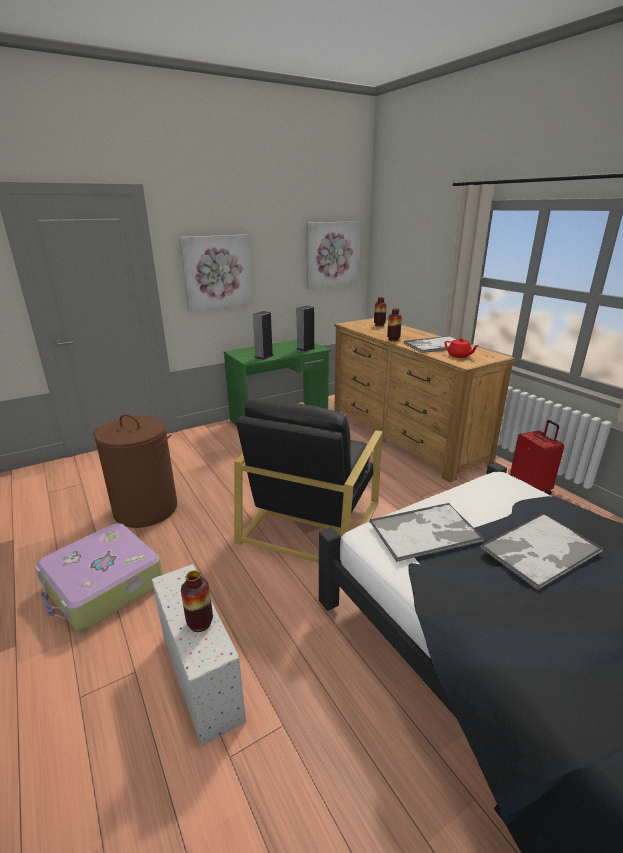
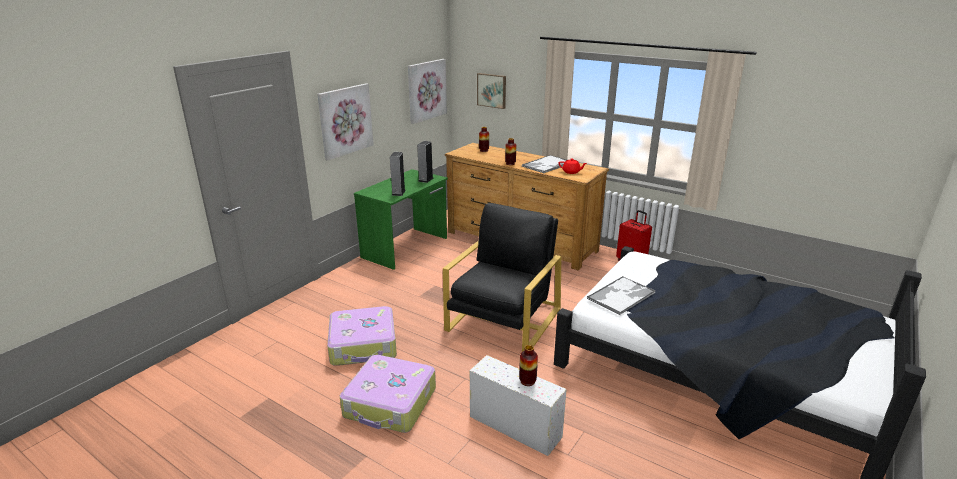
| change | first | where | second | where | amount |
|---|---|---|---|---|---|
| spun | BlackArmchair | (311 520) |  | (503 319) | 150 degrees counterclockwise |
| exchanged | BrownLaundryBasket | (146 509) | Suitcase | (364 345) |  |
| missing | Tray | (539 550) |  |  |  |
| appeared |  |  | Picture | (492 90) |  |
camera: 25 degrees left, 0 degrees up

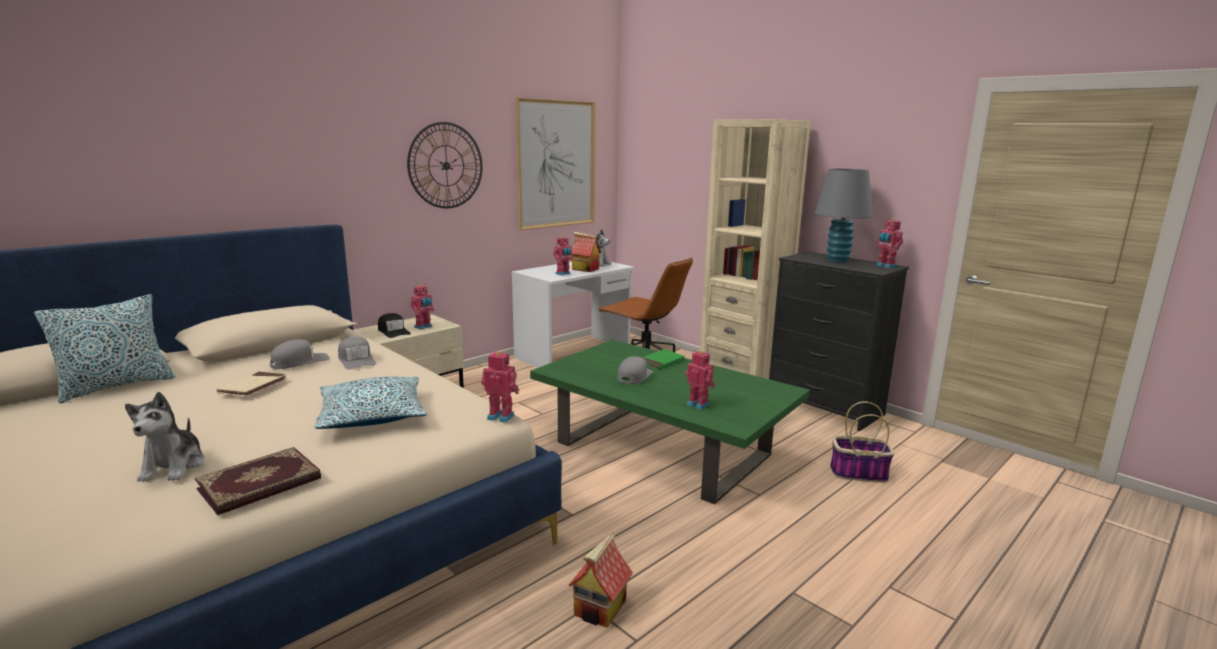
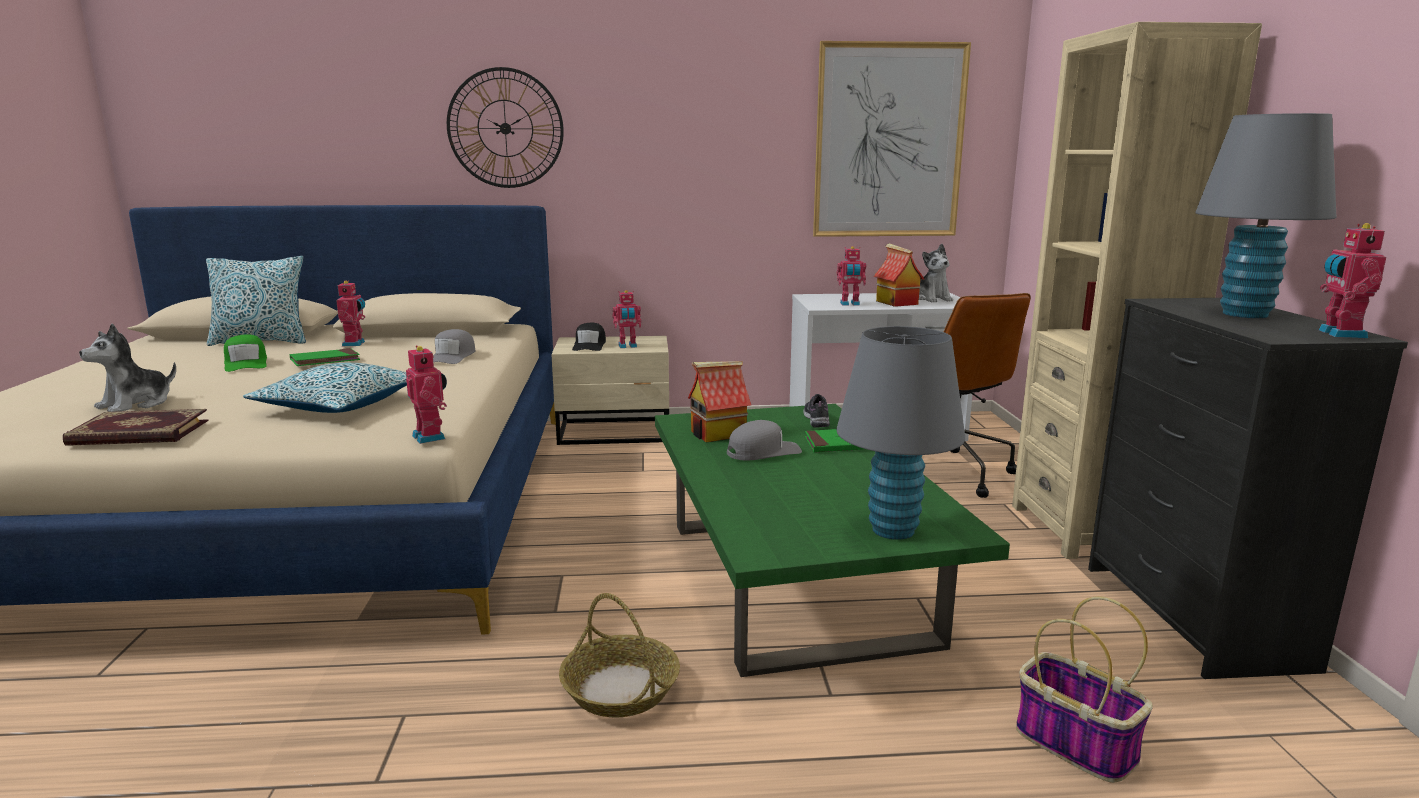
| change | first | where | second | where | amount |
|---|---|---|---|---|---|
| relocated | WallClock | (446 165) |  | (505 128) |  |
| missing | GreyCap | (299 362) |  |  |  |
| relocated | ToyRobot | (699 404) |  | (355 344) |  |
| colour | BeigeBook | (253 387) | GreenBook | (325 361) |  |
| relocated | ToyHouse | (600 608) |  | (718 434) |  |
| appeared |  |  | GreyTableLamp | (892 530) |  |
| appeared |  |  | GreenCap | (246 363) |  |
| appeared |  |  | Shoe | (816 420) |  |
| appeared |  |  | Basket | (619 689) |  |
camera: 40 degrees right, 0 degrees up

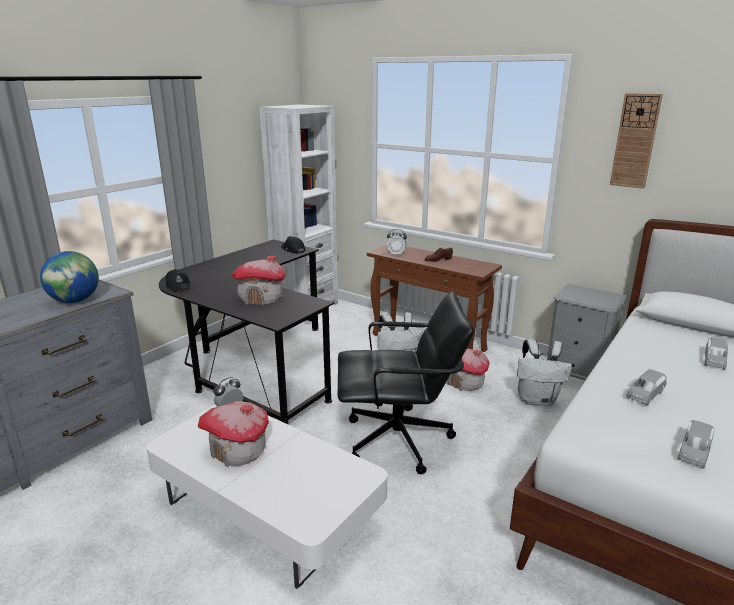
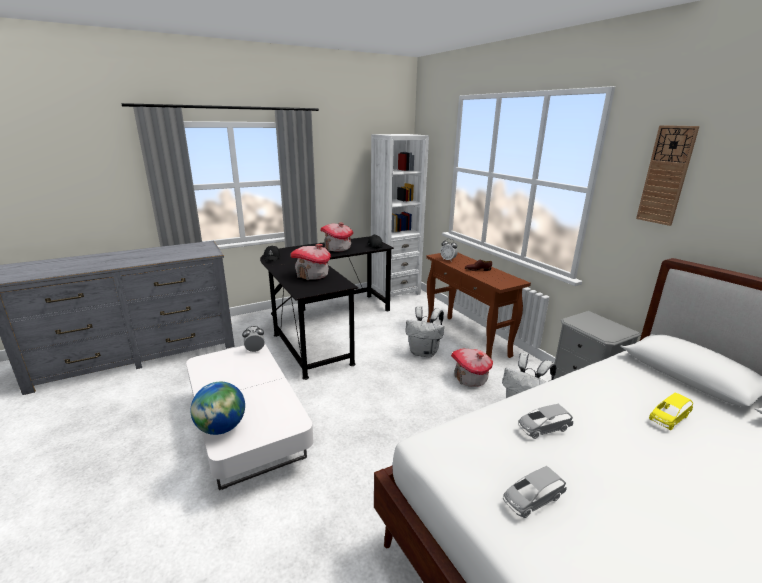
| change | first | where | second | where | amount |
|---|---|---|---|---|---|
| relocated | Globe | (75 301) |  | (221 428) |  |
| missing | BlackOfficeChair | (399 440) |  |  |  |
| colour | GreyToyCar | (714 361) | YellowToyCar | (668 418) |  |
| relocated | ToyHouse | (238 451) |  | (337 248) |  |
camera: 25 degrees right, 0 degrees up

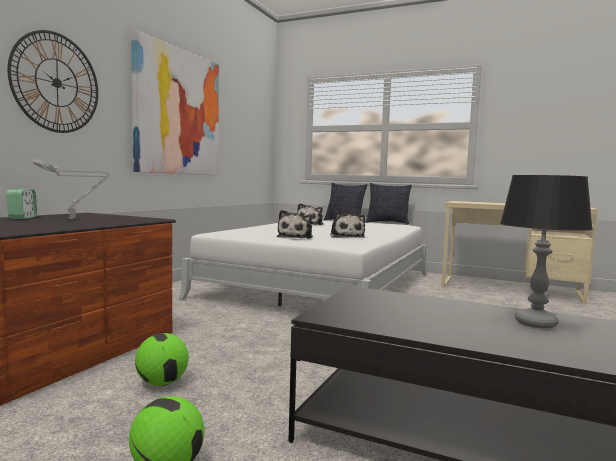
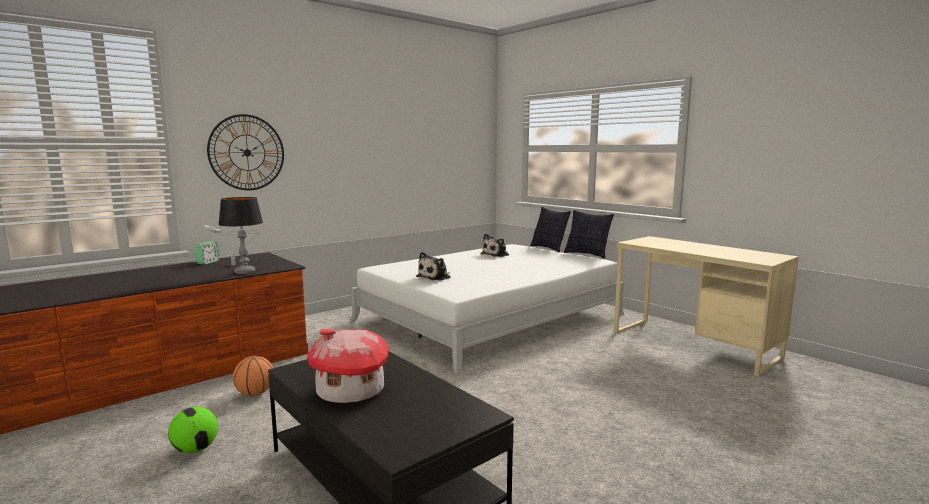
| change | first | where | second | where | amount |
|---|---|---|---|---|---|
| missing | Picture | (178 112) |  |  |  |
| relocated | TableLamp | (535 323) |  | (244 272) |  |
| missing | PlushToy | (346 237) |  |  |  |
| exchanged | Football | (162 383) | Basketball | (255 394) |  |
| appeared |  |  | ToyHouse | (350 392) |  |
camera: 25 degrees right, 5 degrees up

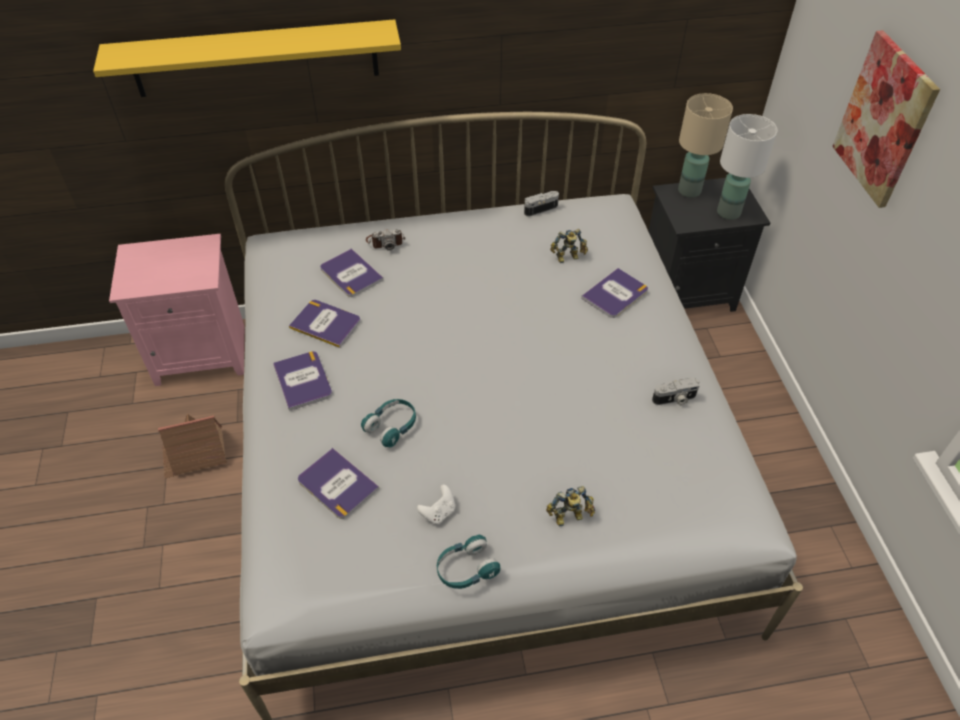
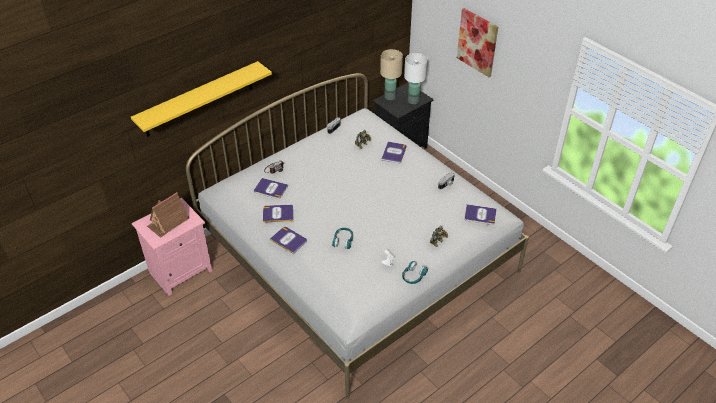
| change | first | where | second | where | amount |
|---|---|---|---|---|---|
| relocated | ToyHouse | (195 454) |  | (168 222) |  |
| relocated | Book | (337 484) |  | (480 215) |  |
camera: 30 degrees left, 5 degrees down

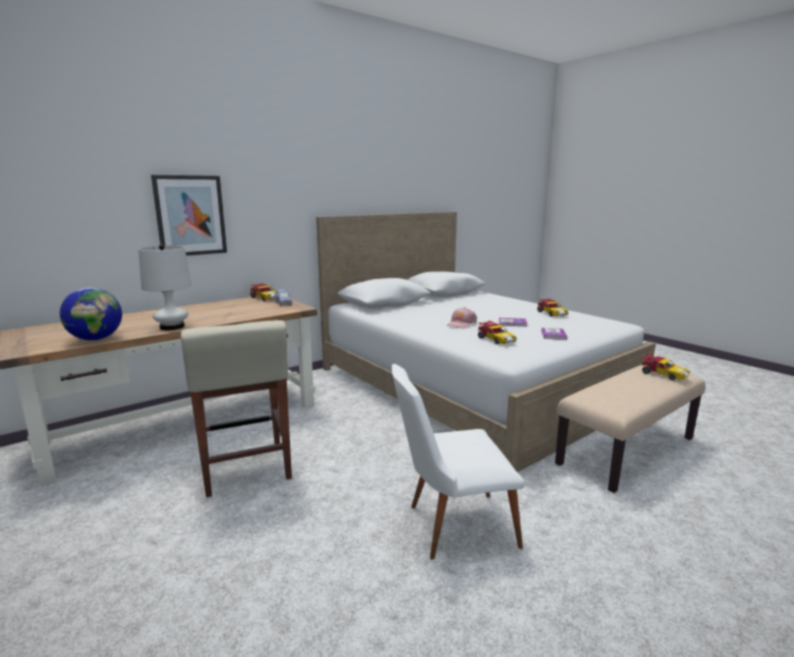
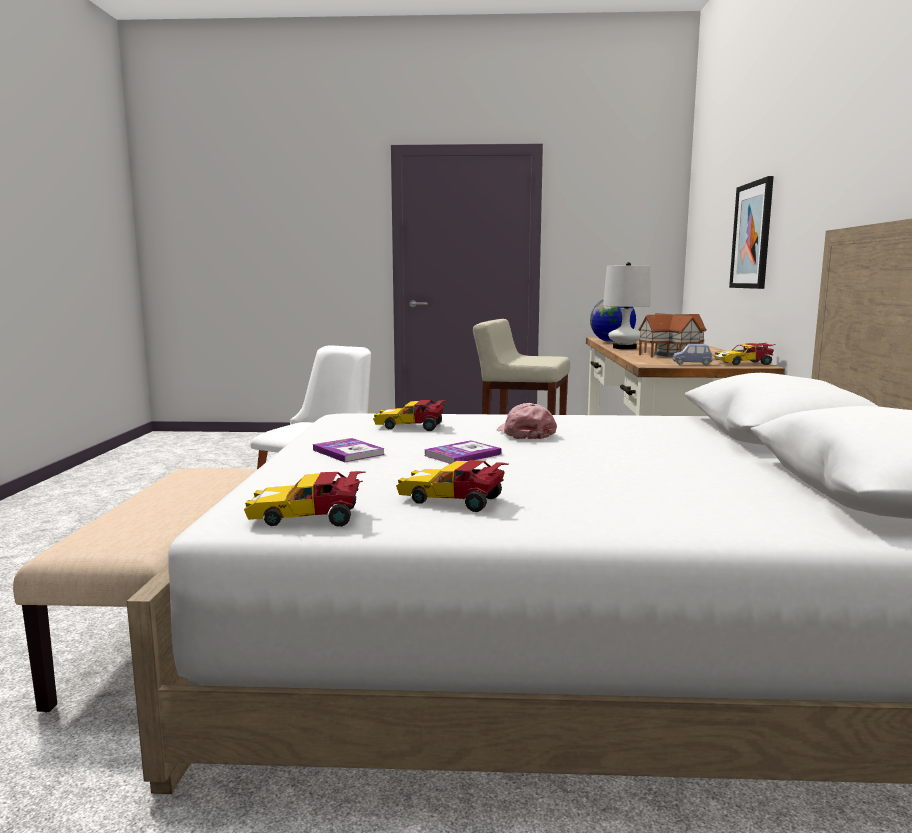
| change | first | where | second | where | amount |
|---|---|---|---|---|---|
| relocated | ToyCar | (662 374) |  | (309 517) |  |
| appeared |  |  | ToyHouse | (672 355) |  |
camera: 130 degrees right, 5 degrees down

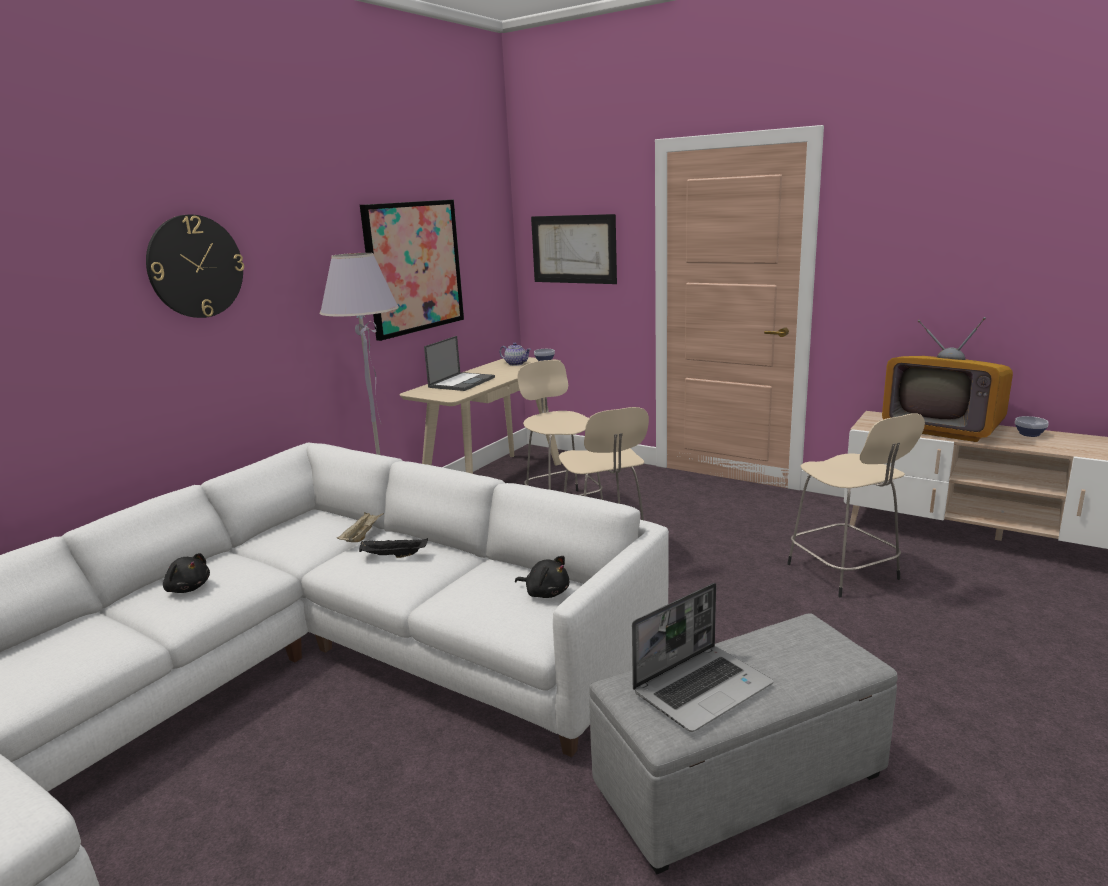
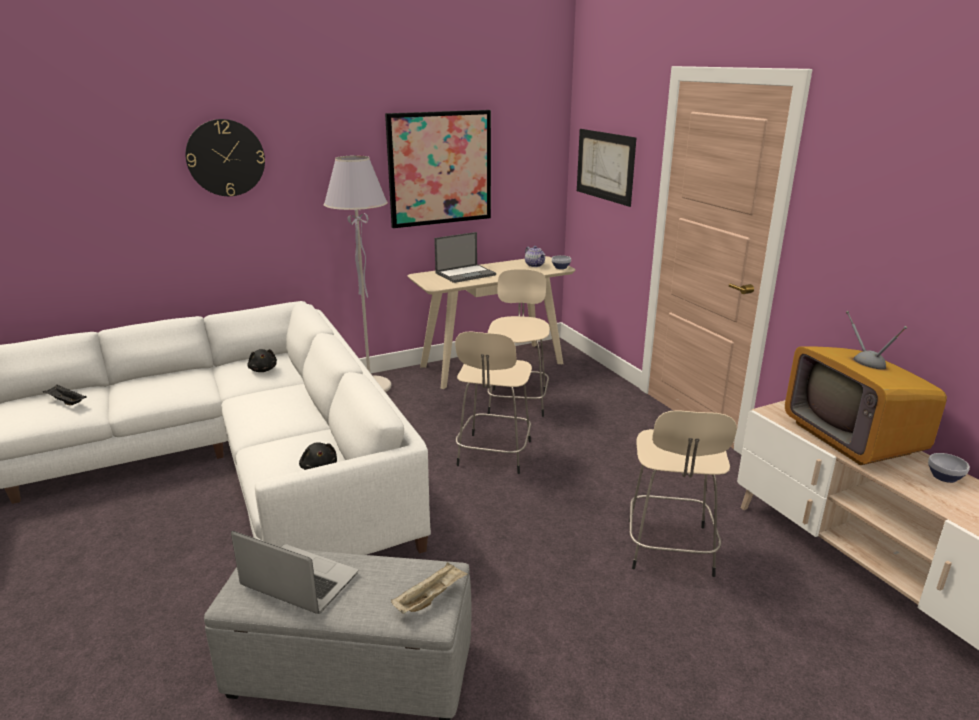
| change | first | where | second | where | amount |
|---|---|---|---|---|---|
| relocated | BeigeTray | (362 536) |  | (430 598) |  |
| relocated | BlackTray | (393 556) |  | (66 402) |  |
| relocated | BlackPlushToy | (188 588) |  | (263 370) |  |
| spun | Laptop | (702 688) |  | (298 581) | 150 degrees counterclockwise |
camera: 30 degrees right, 5 degrees up

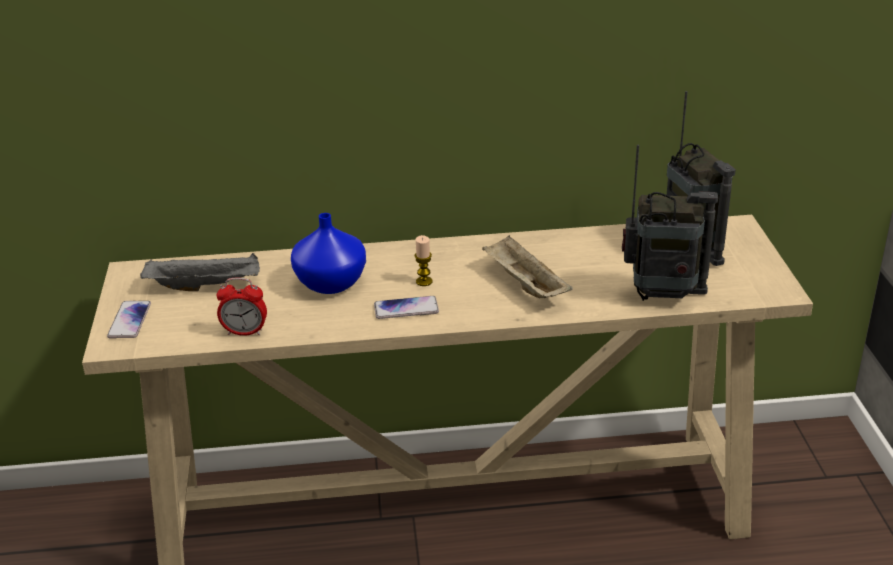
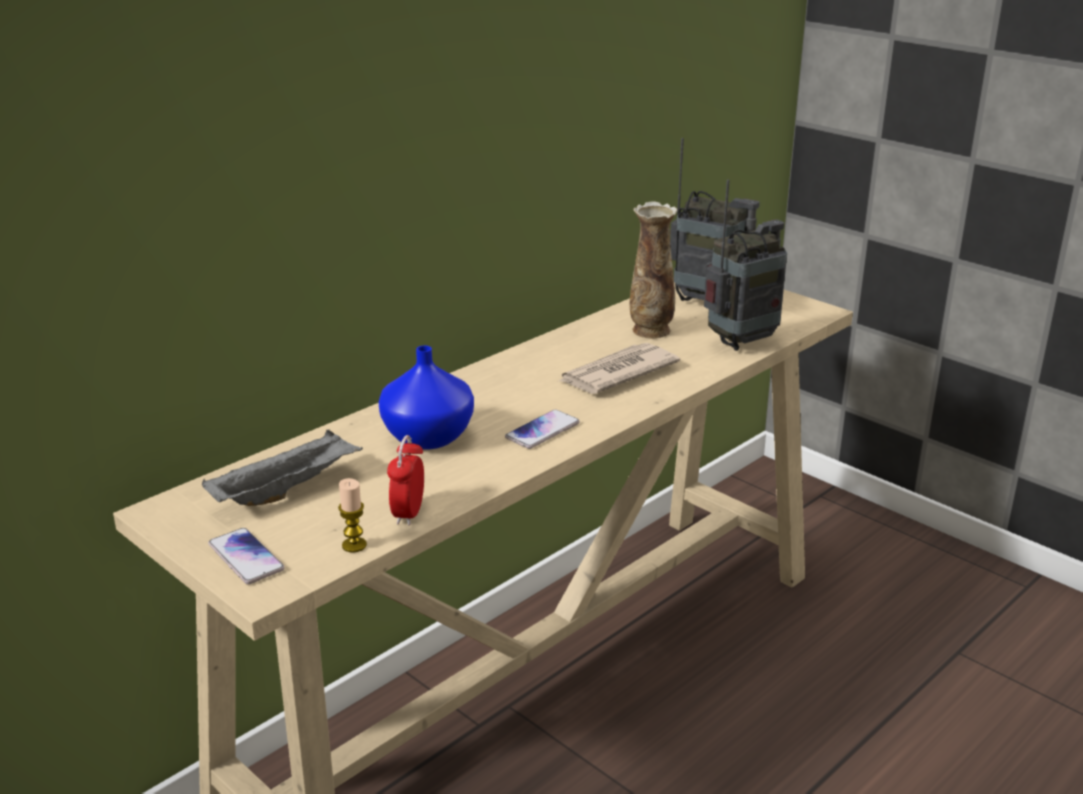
| change | first | where | second | where | amount |
|---|---|---|---|---|---|
| relocated | Candle | (424 281) |  | (354 545) |  |
| exchanged | BeigeTray | (524 284) | Newspaper | (616 373) |  |
| spun | AlarmClock | (245 332) |  | (408 513) | 135 degrees clockwise |
| appeared |  |  | Vase | (650 331) |  |
camera: 40 degrees left, 5 degrees down

